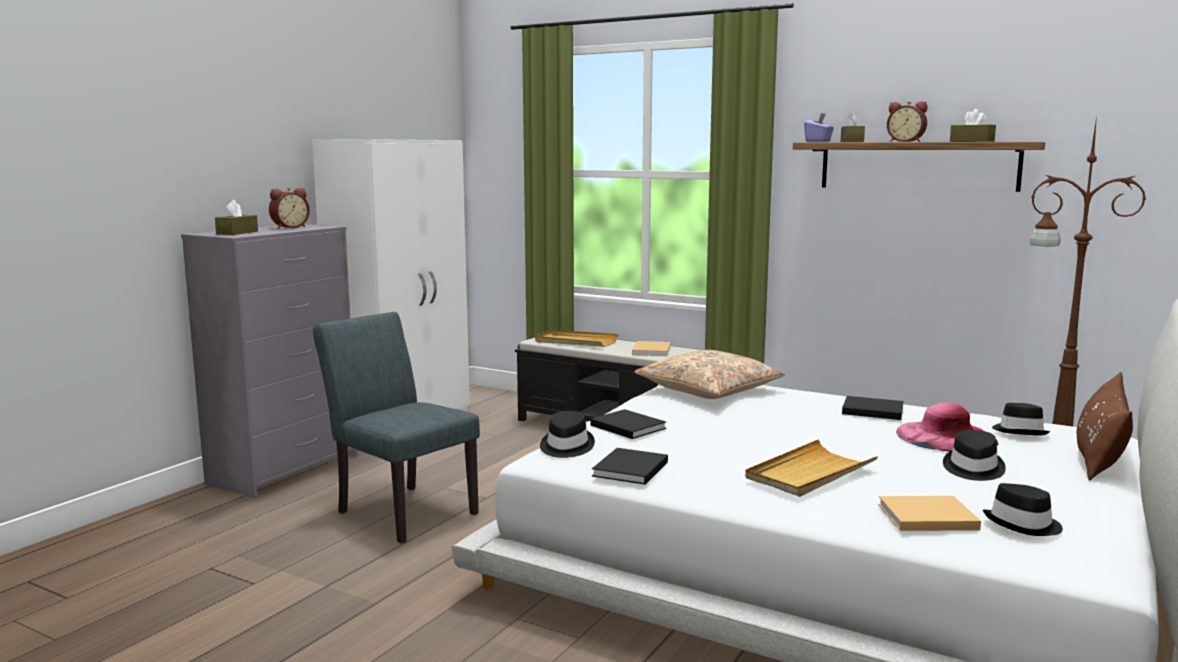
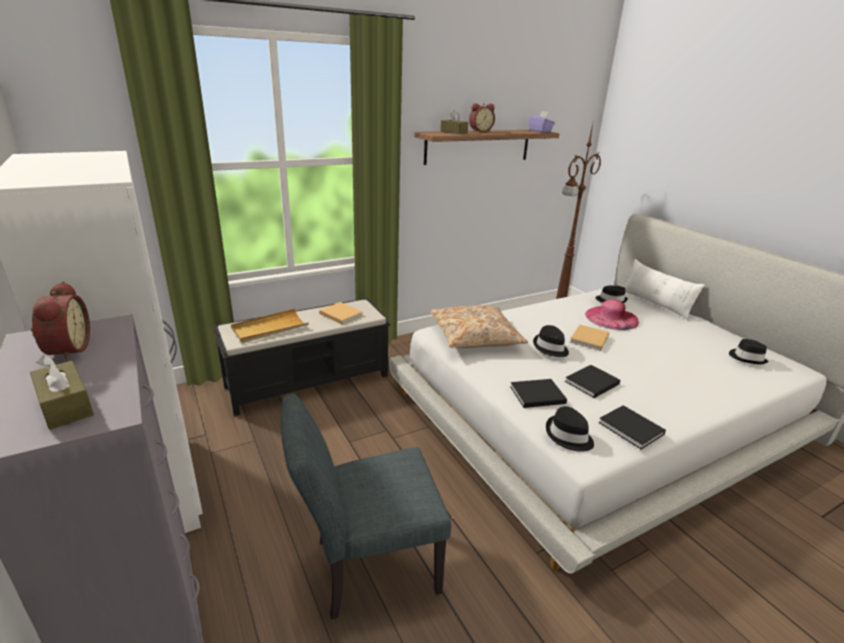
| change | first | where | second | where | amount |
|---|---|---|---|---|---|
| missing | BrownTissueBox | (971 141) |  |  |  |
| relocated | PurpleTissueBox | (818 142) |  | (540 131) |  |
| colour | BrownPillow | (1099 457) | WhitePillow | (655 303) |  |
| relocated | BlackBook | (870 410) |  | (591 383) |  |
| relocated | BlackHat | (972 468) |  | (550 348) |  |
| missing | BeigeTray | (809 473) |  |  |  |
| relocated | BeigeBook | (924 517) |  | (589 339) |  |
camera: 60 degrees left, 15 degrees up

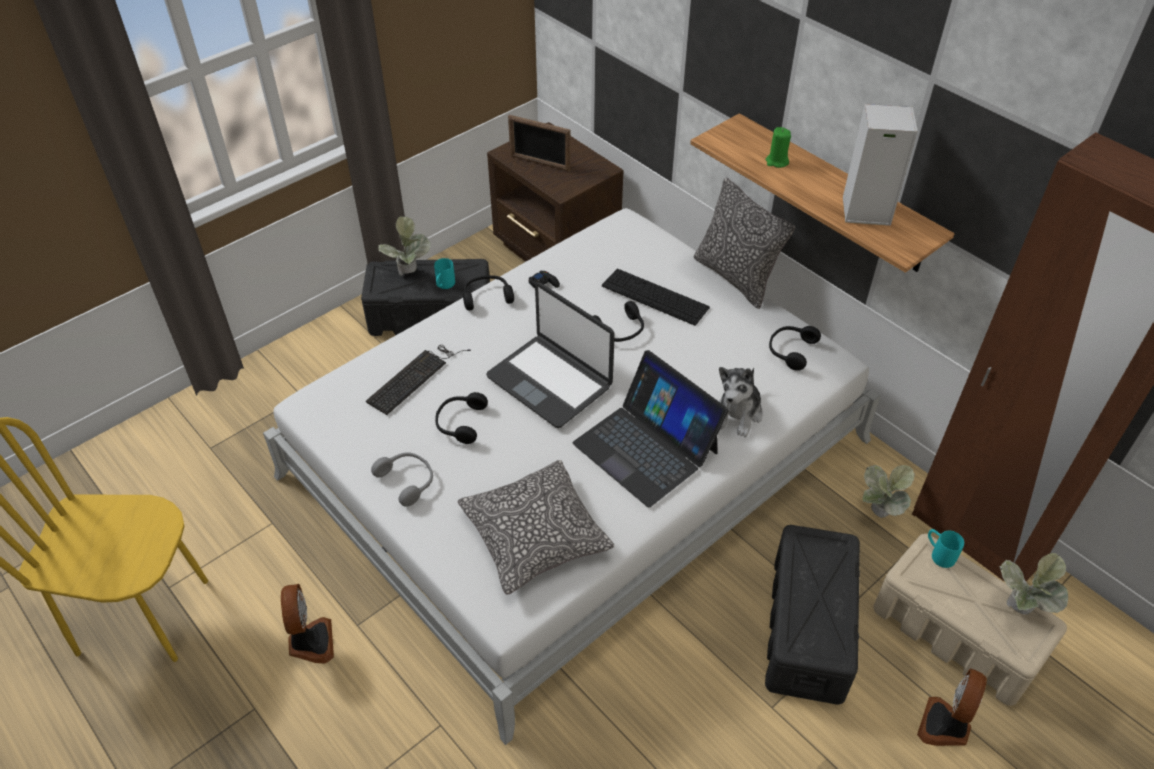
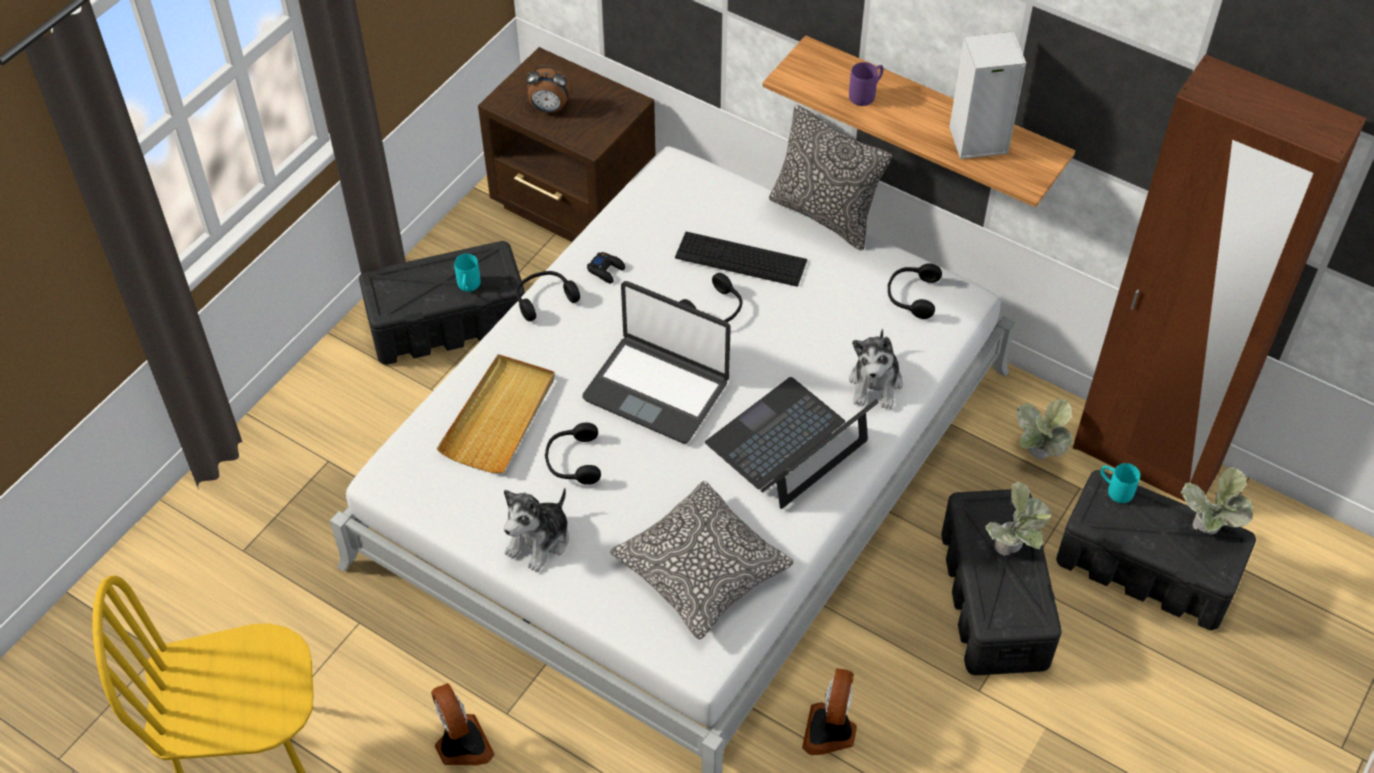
| change | first | where | second | where | amount |
|---|---|---|---|---|---|
| exchanged | PictureFrame | (540 163) | AlarmClock | (549 109) |  |
| exchanged | GreenCandle | (777 161) | PurpleMug | (866 94) |  |
| relocated | PottedPlant | (410 275) |  | (1013 550) |  |
| exchanged | Keyboard | (415 376) | BeigeTray | (500 416) |  |
| spun | Laptop | (646 447) |  | (788 444) | 105 degrees clockwise |
| exchanged | GreyHeadphones | (407 481) | PlushToy | (539 541) |  |
| colour | BeigeStorageBox | (958 634) | BlackStorageBox | (1148 568) |  |
| relocated | Fan | (945 726) |  | (830 732) |  |
camera: 15 degrees left, 5 degrees up

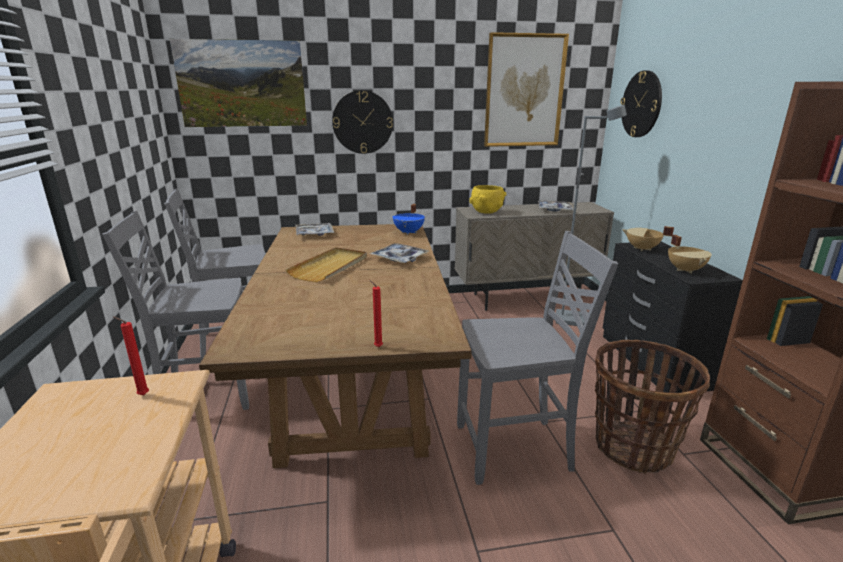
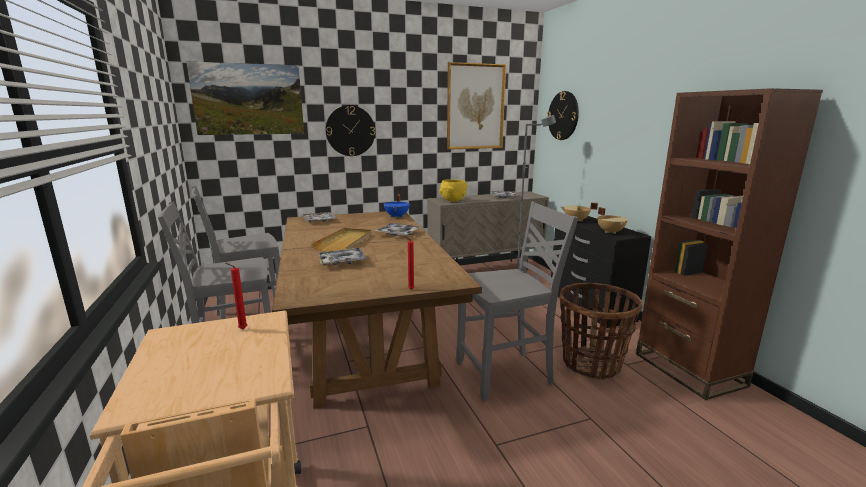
| change | first | where | second | where | amount |
|---|---|---|---|---|---|
| appeared |  |  | Tray | (342 261) |  |
camera: 10 degrees left, 5 degrees down

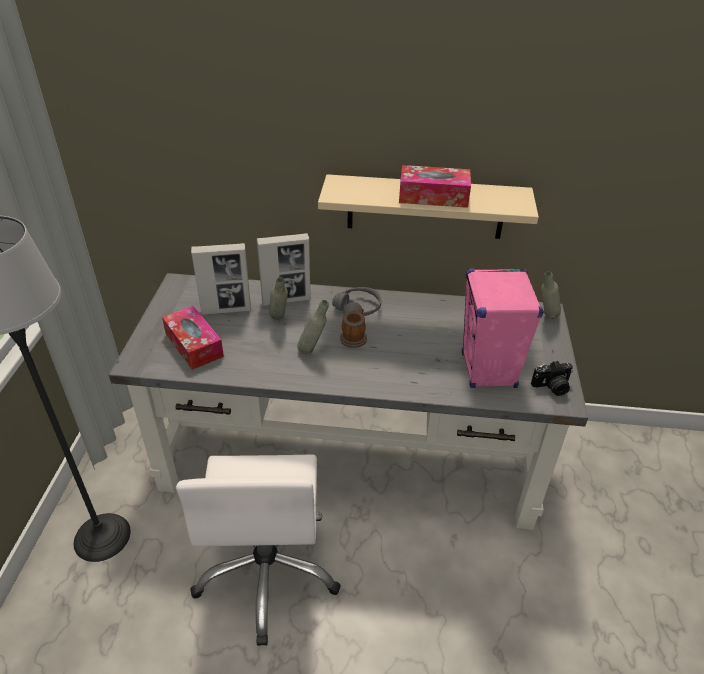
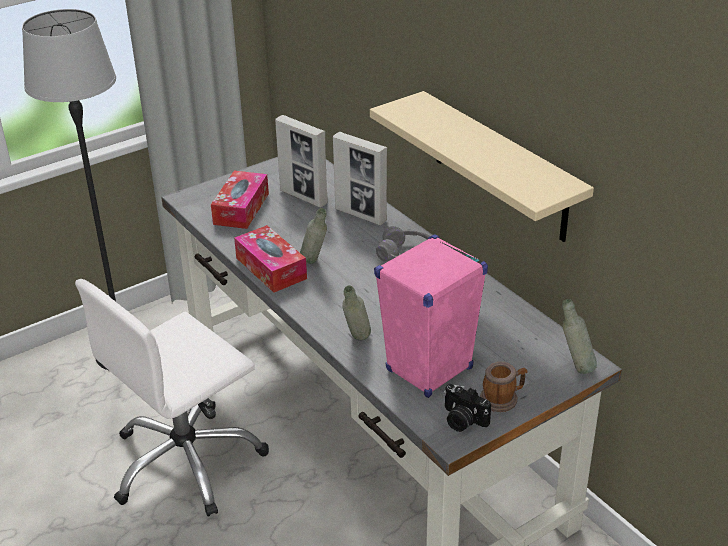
| change | first | where | second | where | amount |
|---|---|---|---|---|---|
| relocated | TissueBox | (433 196) |  | (271 268) |  |
| relocated | GreyBottle | (279 320) |  | (357 341) |  |
| relocated | Mug | (354 337) |  | (502 399) |  |
camera: 50 degrees right, 5 degrees down

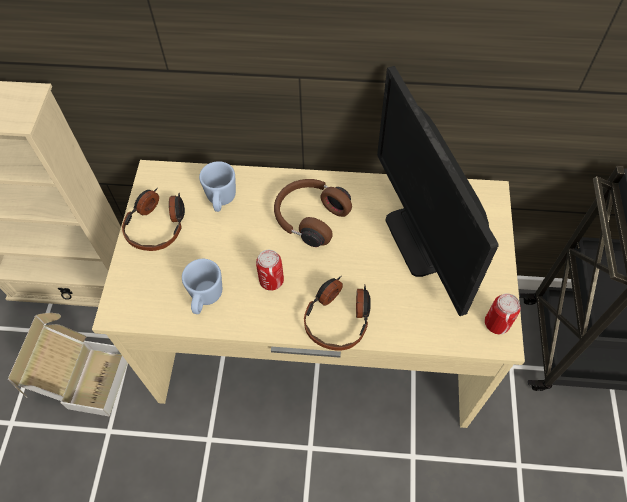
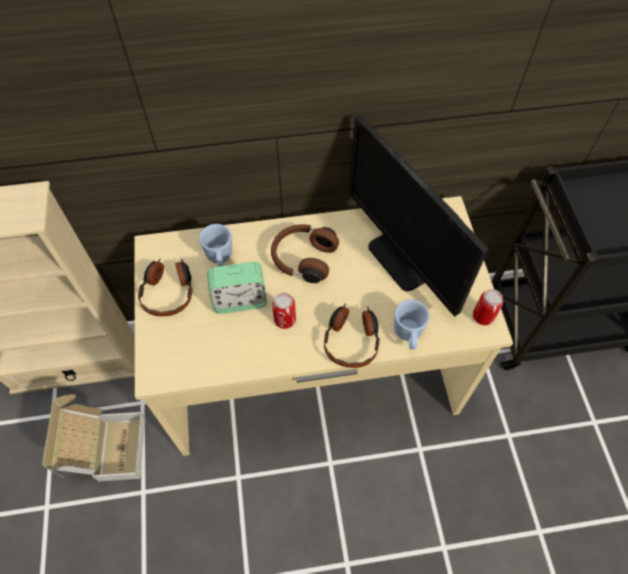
| change | first | where | second | where | amount |
|---|---|---|---|---|---|
| relocated | BlueMug | (205 298) |  | (408 335) |  |
| appeared |  |  | AlarmClock | (240 300) |  |
camera: 15 degrees left, 0 degrees up

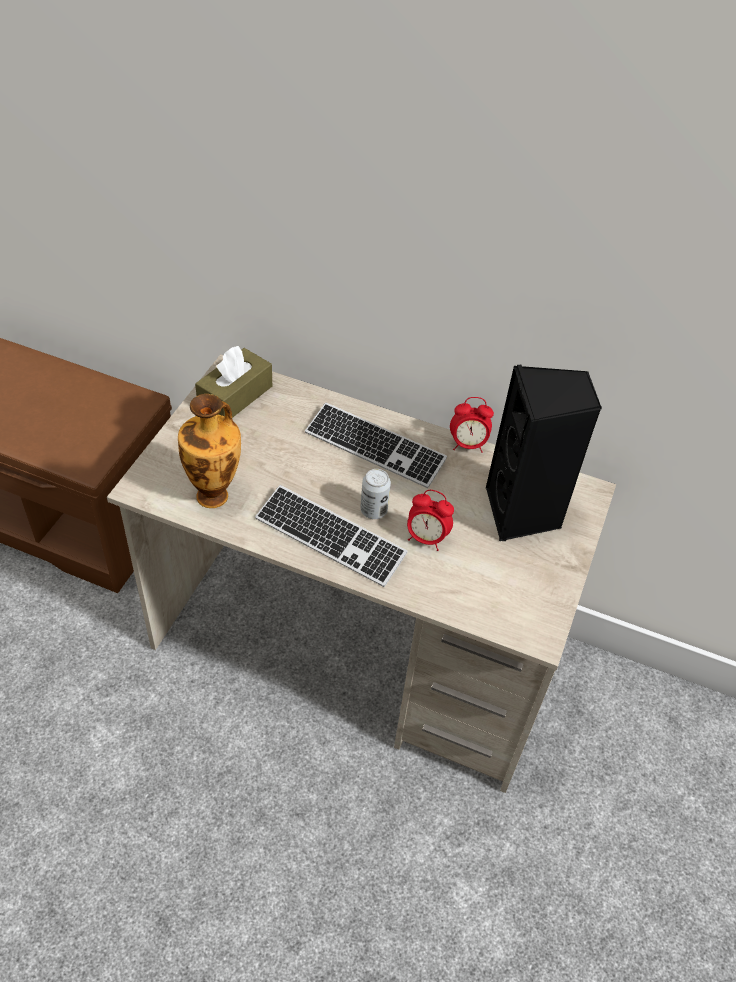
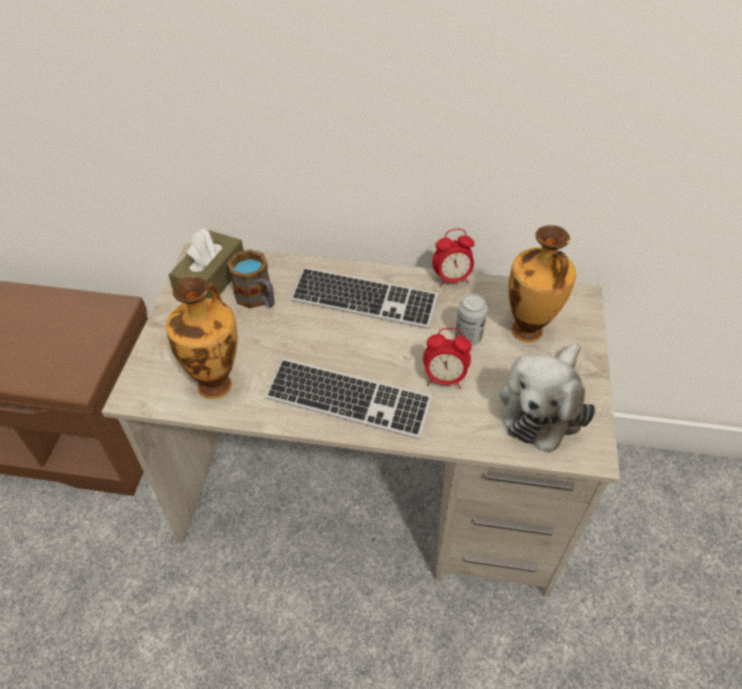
| change | first | where | second | where | amount |
|---|---|---|---|---|---|
| exchanged | BlackSpeaker | (523 513) | Vase | (527 332) |  |
| relocated | Can | (373 510) |  | (468 337) |  |
| appeared |  |  | Mug | (258 299) |  |
| appeared |  |  | PlushToy | (543 406) |  |
camera: 10 degrees left, 0 degrees up

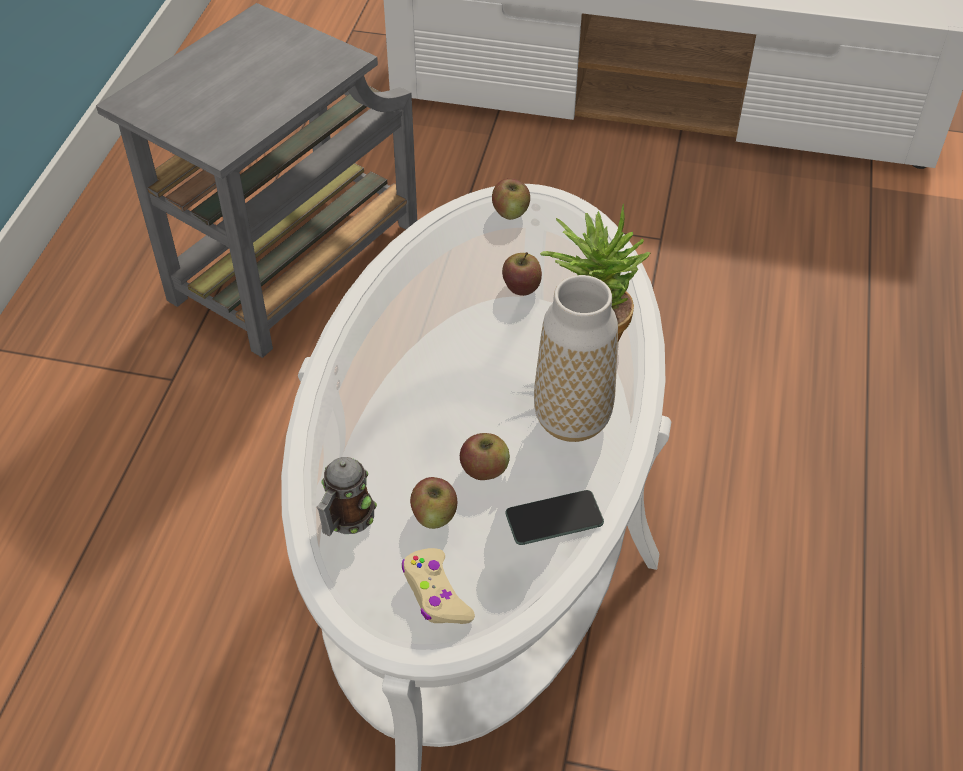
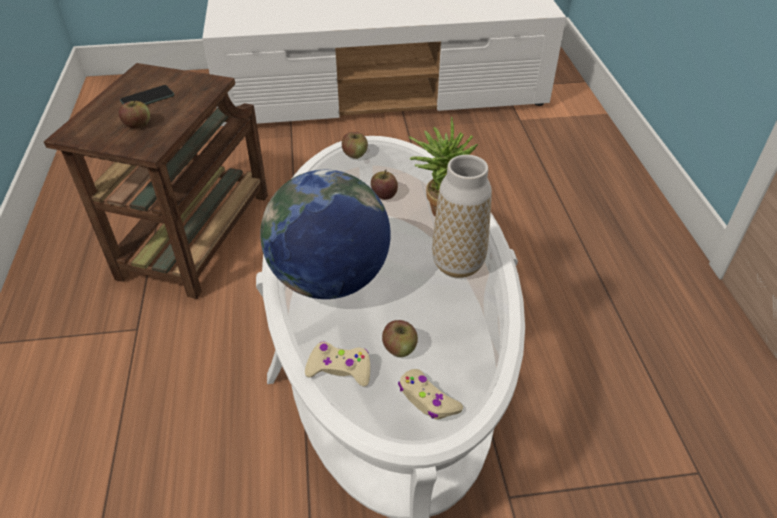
| change | first | where | second | where | amount |
|---|---|---|---|---|---|
| colour | GreySideTable | (290 267) | BrownSideTable | (194 239) |  |
| relocated | Apple | (484 469) |  | (137 124) |  |
| exchanged | Mug | (346 519) | BeigeGameController | (339 369) |  |
| relocated | Phone | (554 518) |  | (147 98) |  |
| appeared |  |  | Globe | (329 279) |  |
camera: 20 degrees left, 5 degrees down

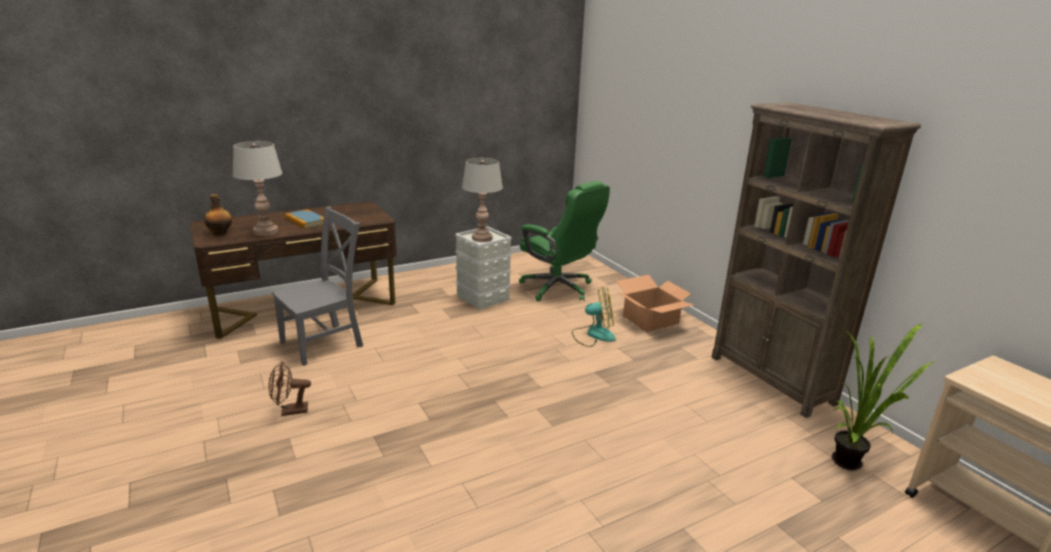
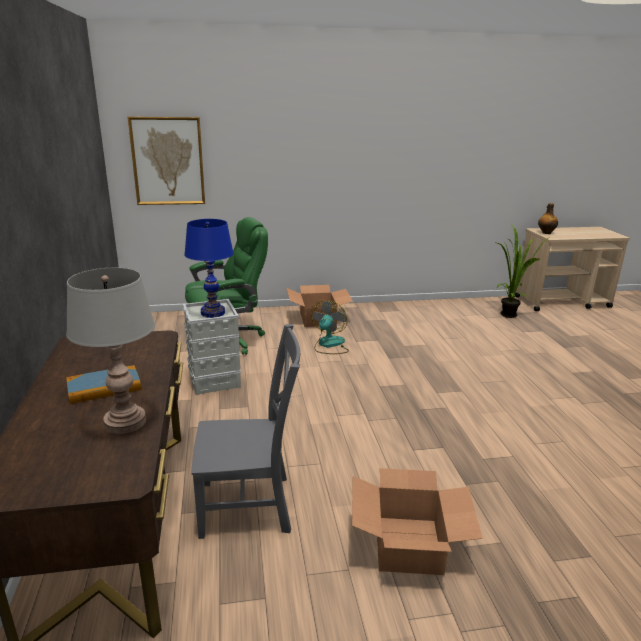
| change | first | where | second | where | amount |
|---|---|---|---|---|---|
| missing | BrownBookcase | (771 380) |  |  |  |
| colour | GreyTableLamp | (482 238) | BlueTableLamp | (212 313) |  |
| relocated | Bottle | (220 233) |  | (546 233) |  |
| spun | GreyChair | (325 343) |  | (250 506) | 105 degrees clockwise |
| exchanged | BrownFan | (290 411) | CardboardBox | (409 545) |  |
| appeared |  |  | Picture | (168 161) |  |
camera: 70 degrees left, 0 degrees up

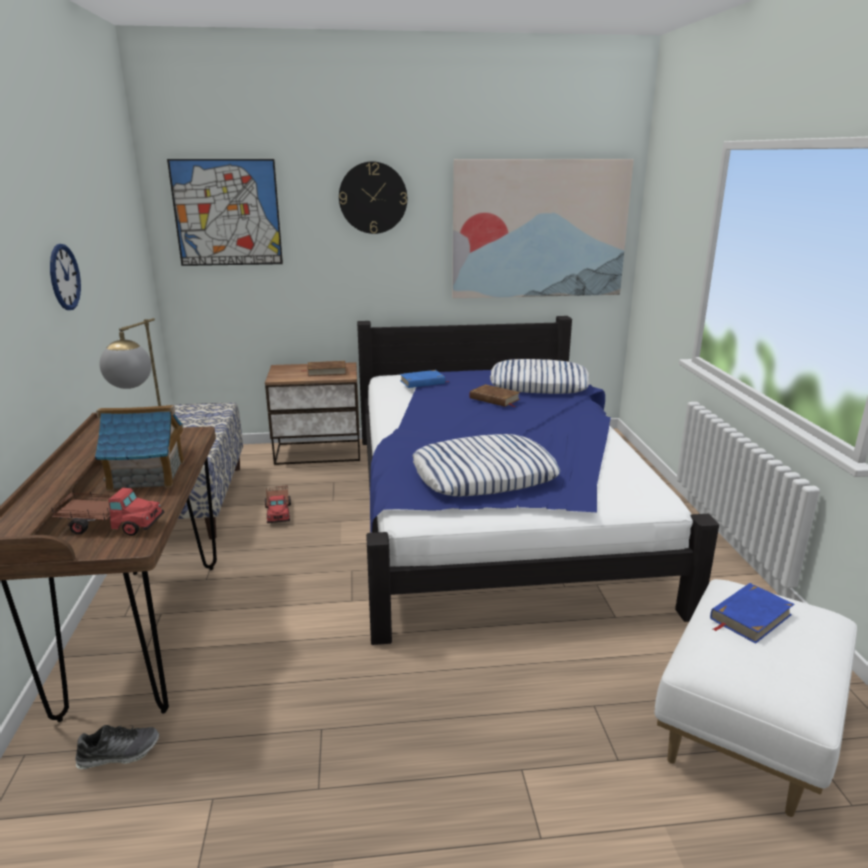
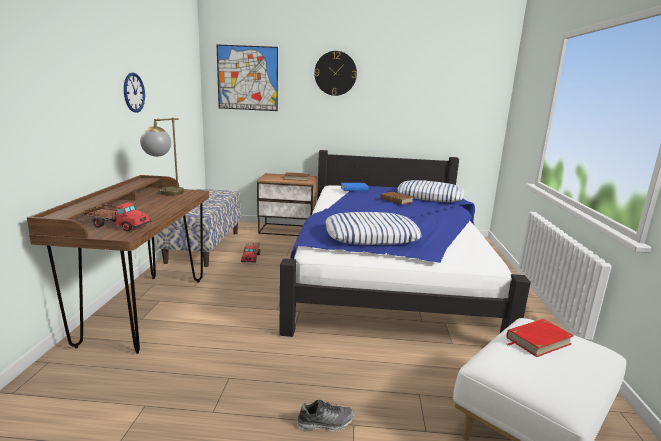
| change | first | where | second | where | amount |
|---|---|---|---|---|---|
| missing | Picture | (539 229) |  |  |  |
| missing | ToyHouse | (147 475) |  |  |  |
| colour | BlueBook | (750 616) | RedBook | (538 340) |  |
| relocated | Shoe | (119 753) |  | (325 423) |  |
camera: 10 degrees right, 5 degrees down

